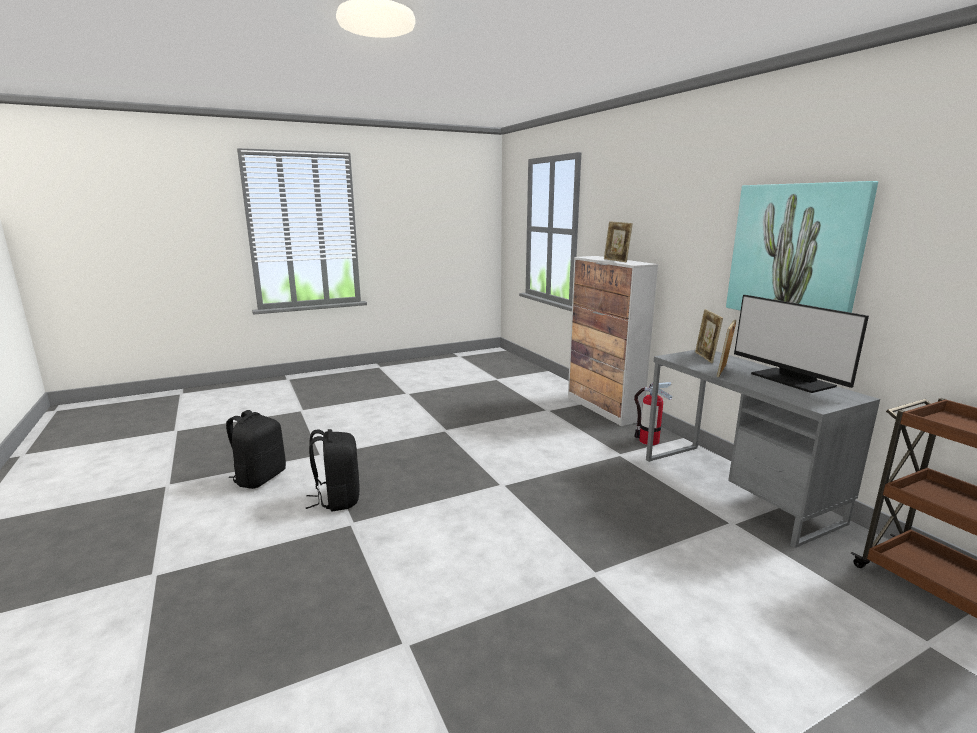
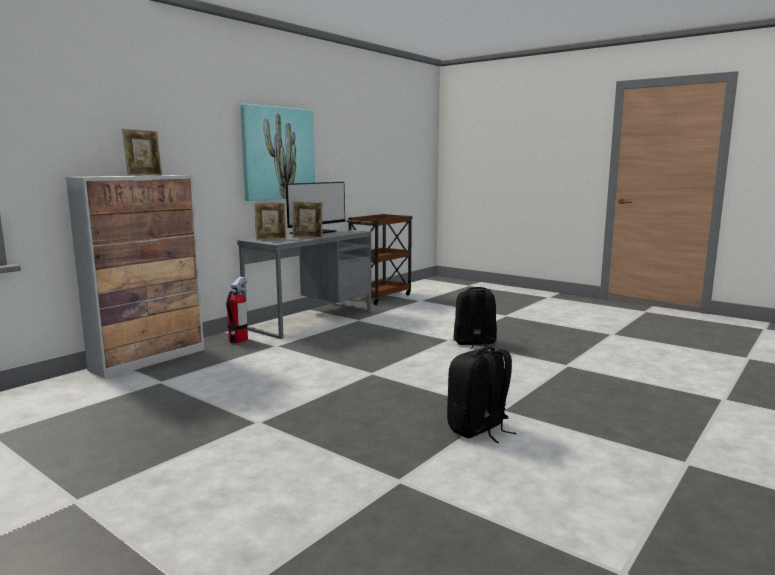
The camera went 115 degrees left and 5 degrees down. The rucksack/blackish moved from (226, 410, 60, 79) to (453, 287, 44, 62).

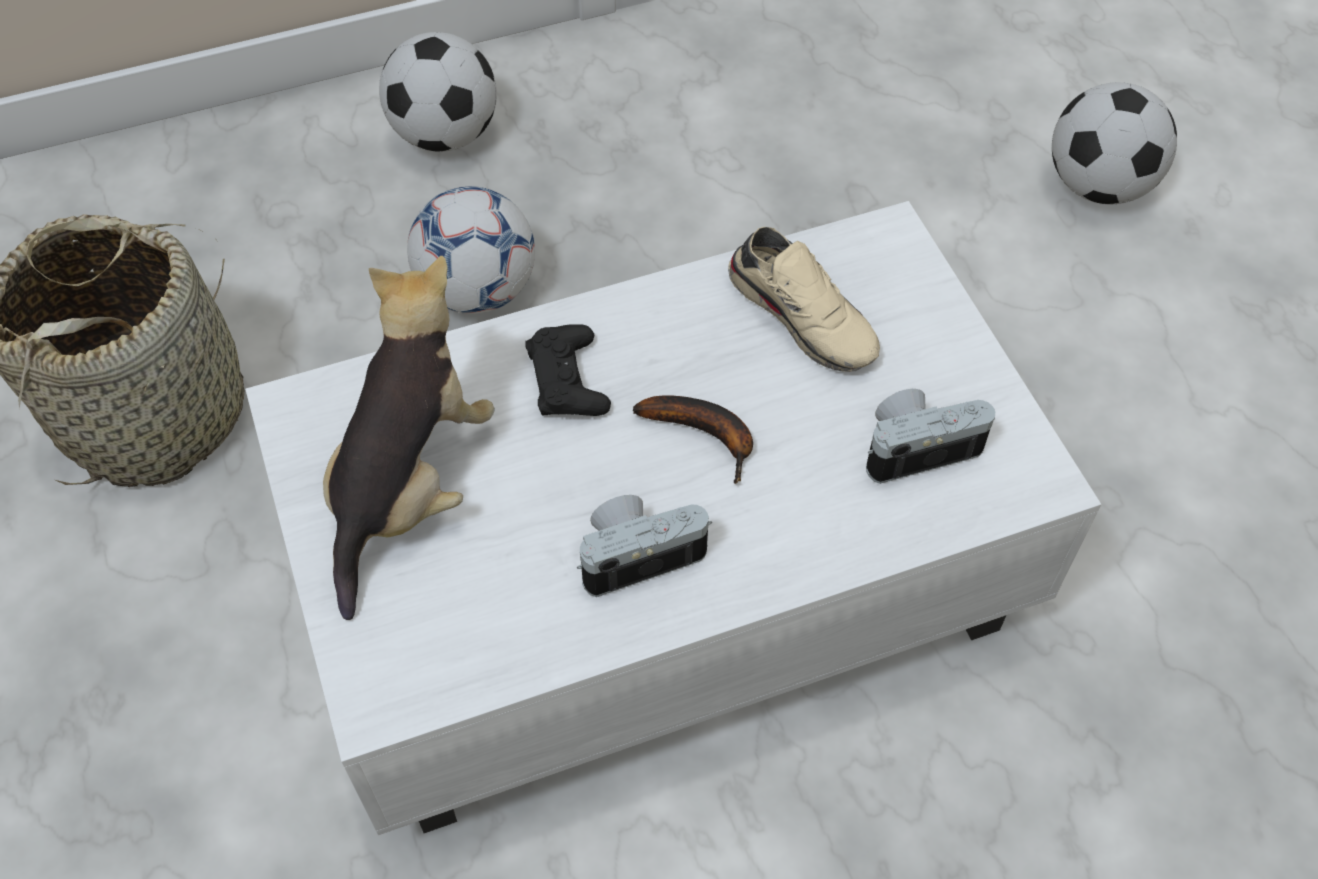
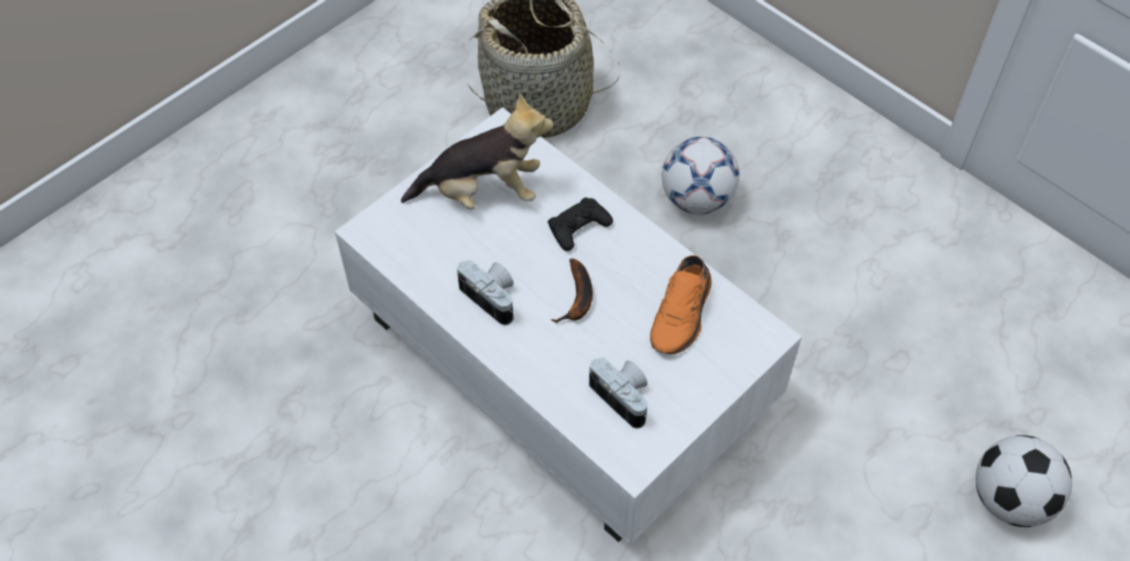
The camera went 65 degrees right and 0 degrees up. The football ball at (379, 32, 118, 120) disappeared. The low shoe/sand-coloured at (728, 227, 152, 145) became the low shoe/orange at (650, 255, 62, 100).

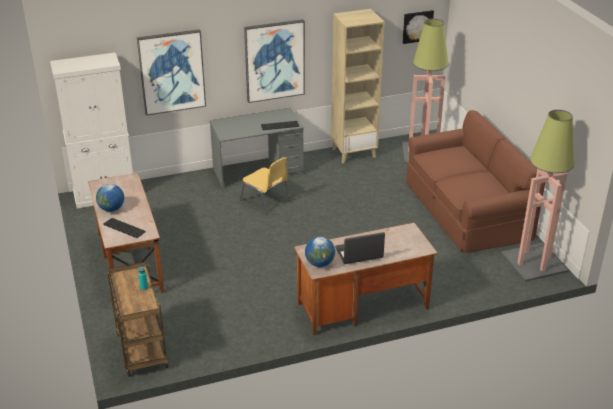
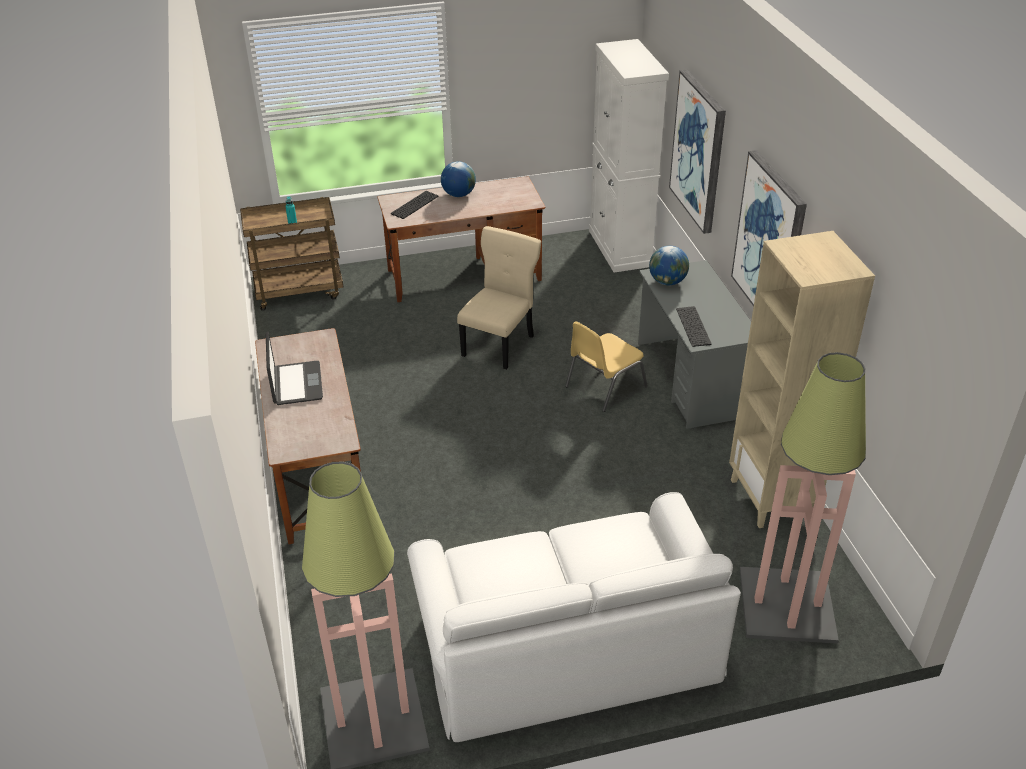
The camera went 95 degrees right and 5 degrees up. The world globe moved from (305, 237, 30, 30) to (649, 246, 40, 39). The picture at (403, 10, 31, 34) disappeared. The sofa/brownish at (406, 110, 140, 143) became the sofa/white-coloured at (407, 492, 334, 250). The upright chair/sand-coloured at (457, 226, 84, 144) appeared.

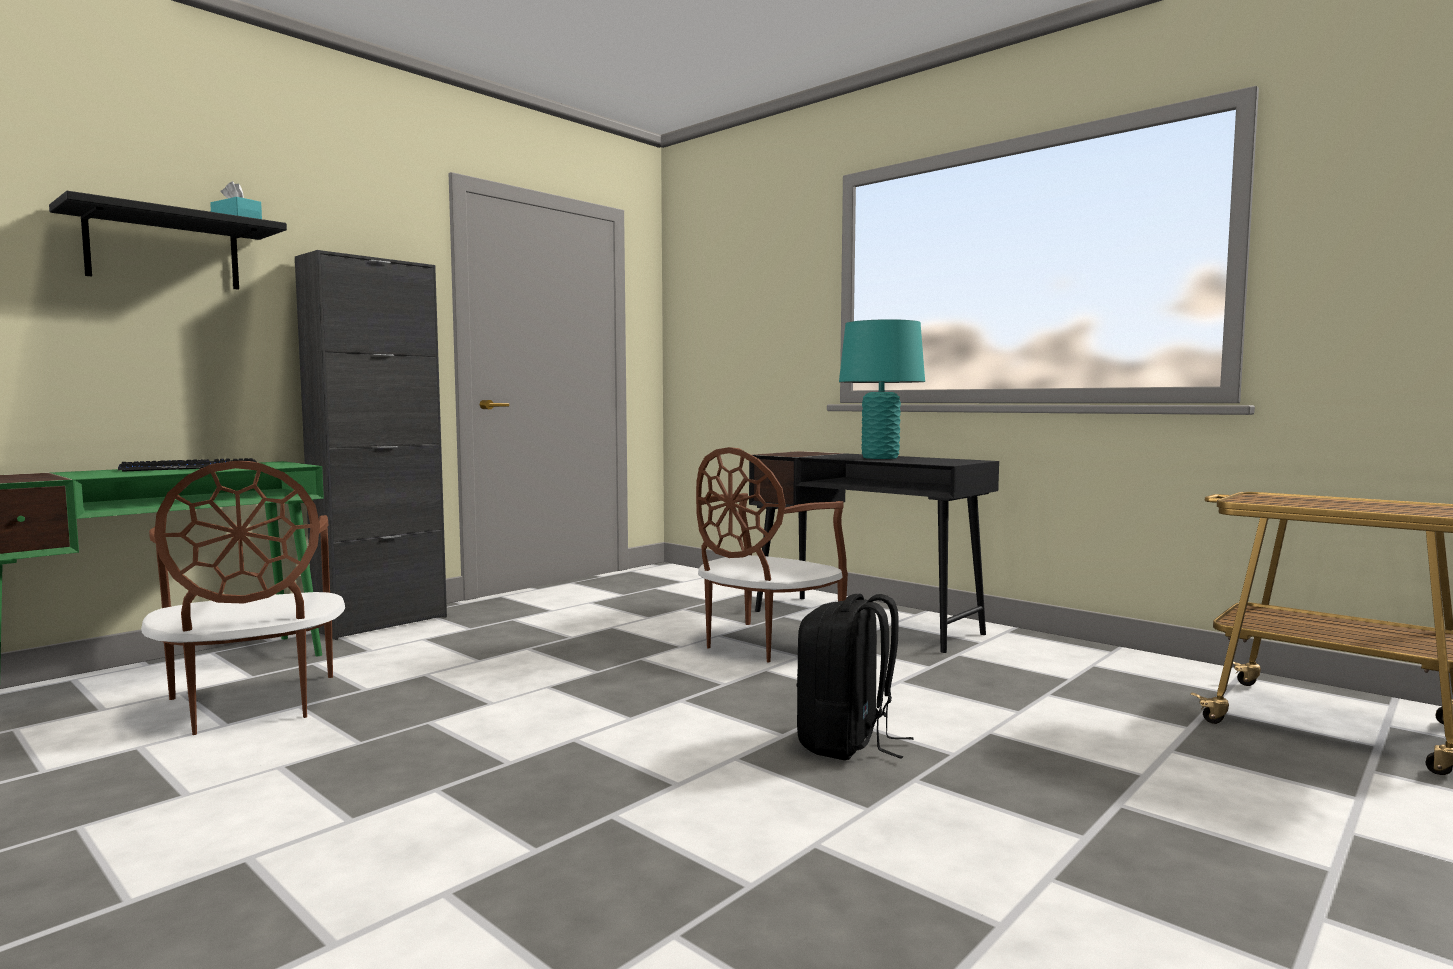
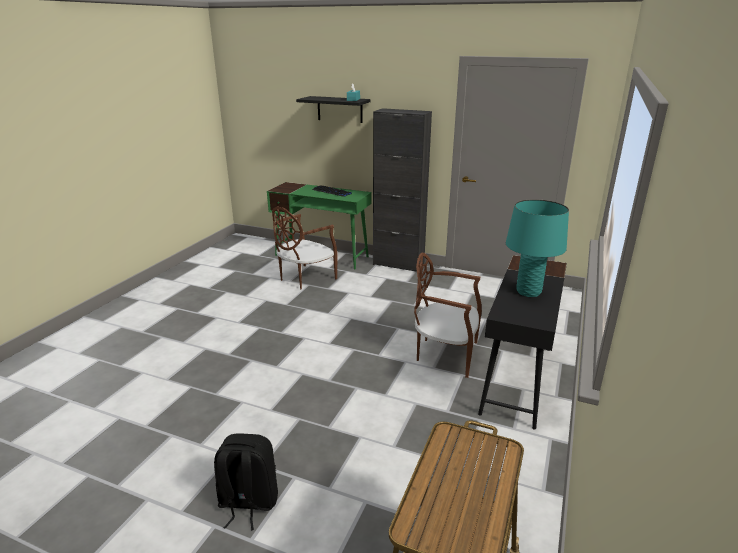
The camera went 70 degrees right and 20 degrees up. The rucksack/blackish moved from (797, 594, 117, 166) to (214, 433, 64, 97).

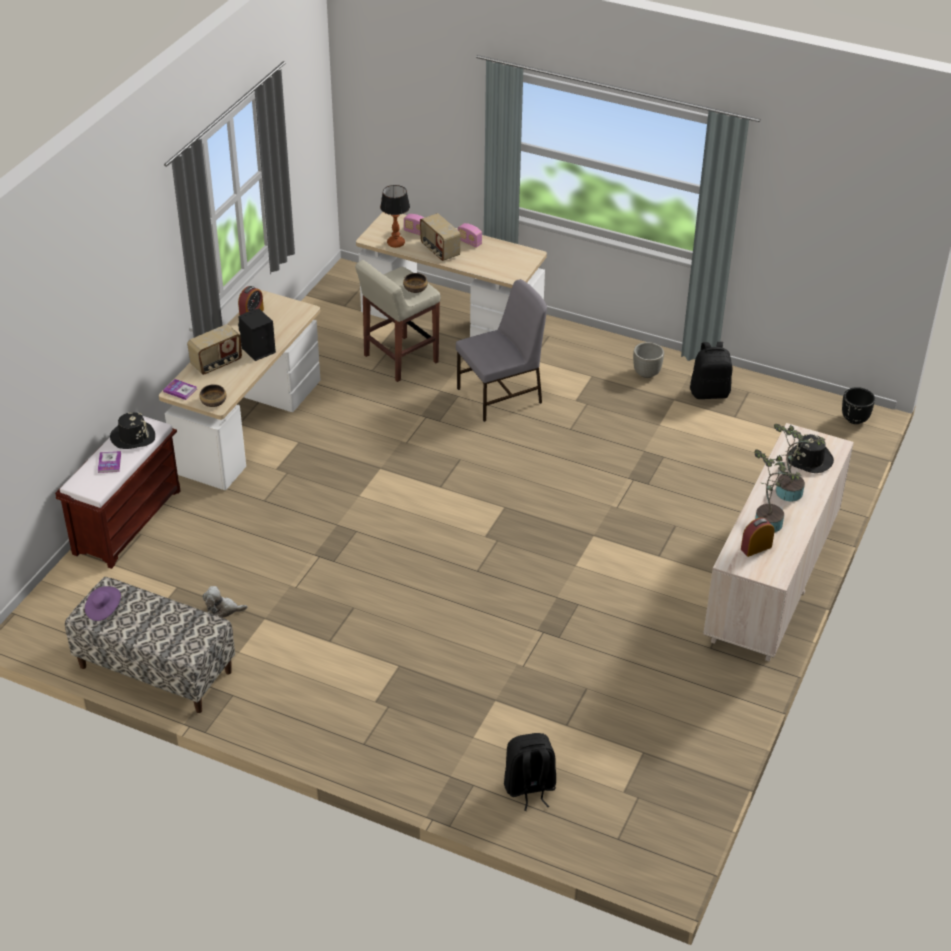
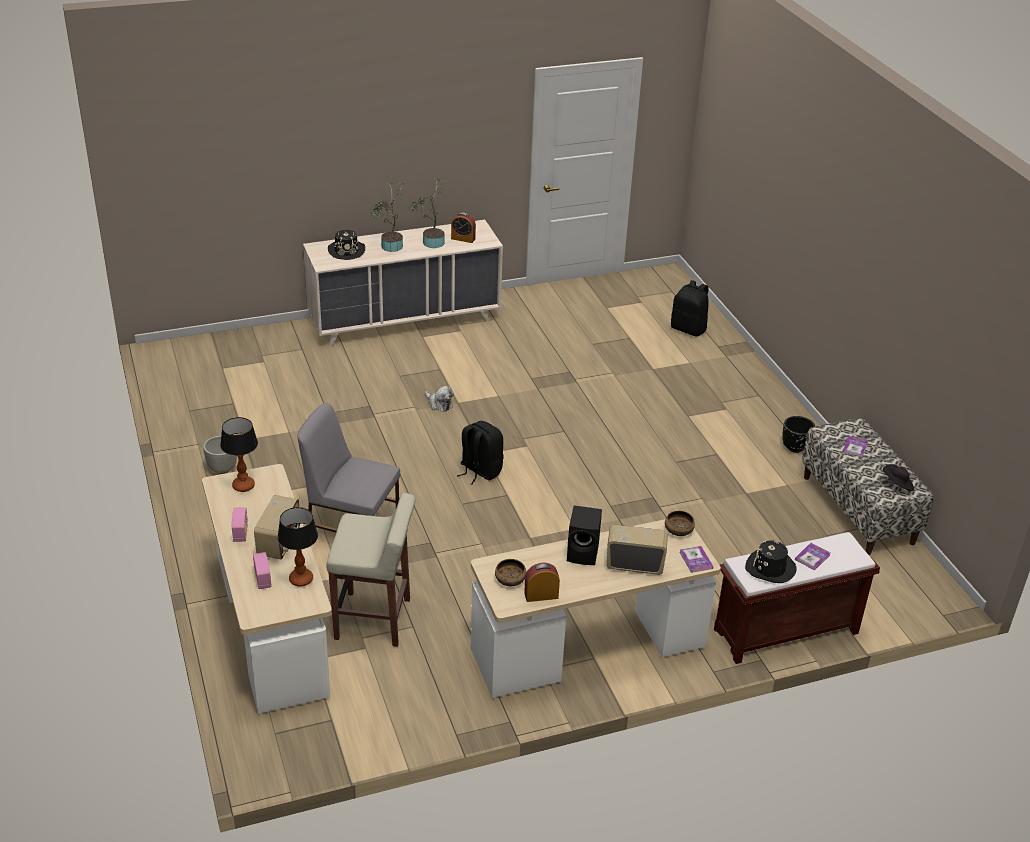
The camera went 135 degrees left and 5 degrees down. The hat/purple at (85, 586, 36, 35) became the hat/blackish at (883, 464, 31, 27). The cuddly toy moved from (203, 586, 44, 32) to (425, 386, 29, 26). The deep dish moved from (403, 273, 25, 20) to (495, 559, 31, 27). The rucksack/blackish moved from (690, 342, 43, 57) to (457, 421, 47, 64). The plant pot/blackish moved from (842, 387, 33, 37) to (782, 416, 33, 37). The lamp for a table at (220, 417, 38, 75) appeared. The bound book at (843, 436, 25, 21) appeared.

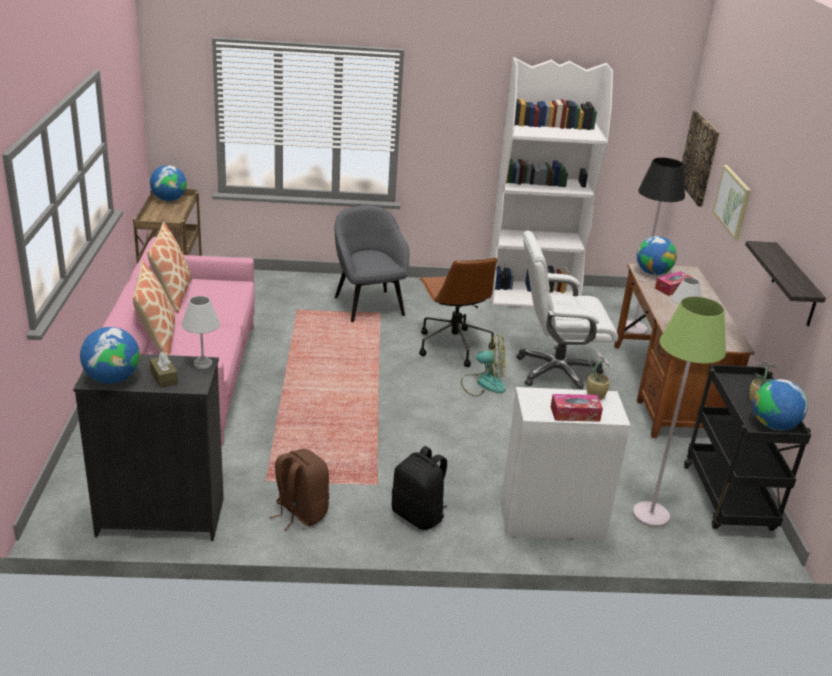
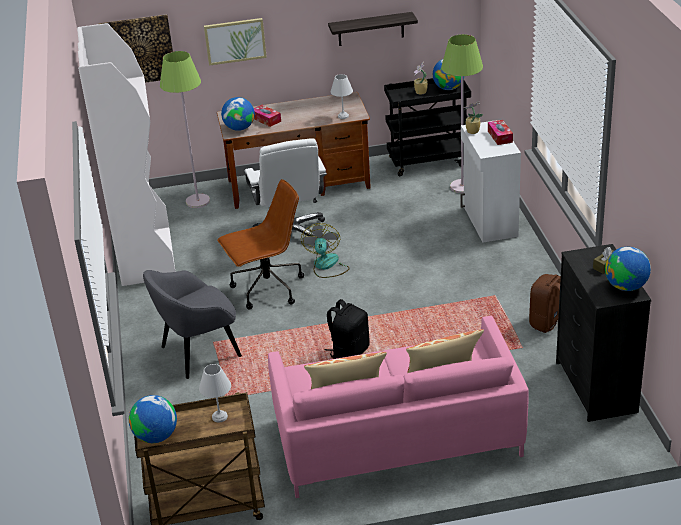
The camera went 95 degrees left and 5 degrees up. The lamp for a table/white-coloured moved from (182, 296, 38, 73) to (199, 364, 32, 59). The rucksack/blackish moved from (392, 446, 55, 84) to (325, 299, 44, 60). The standing lamp/blackish at (625, 158, 60, 176) became the standing lamp/greenish at (160, 51, 50, 157).

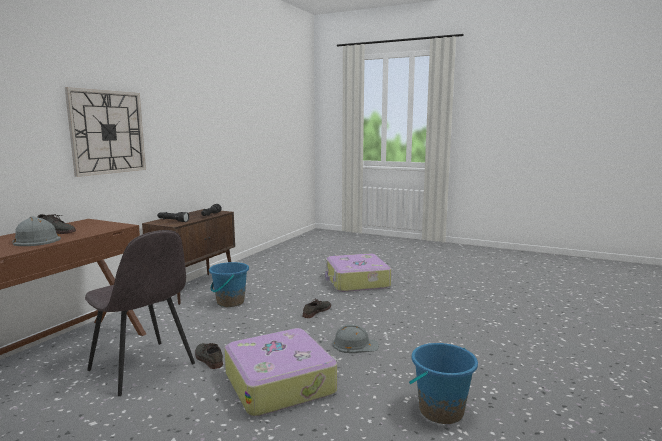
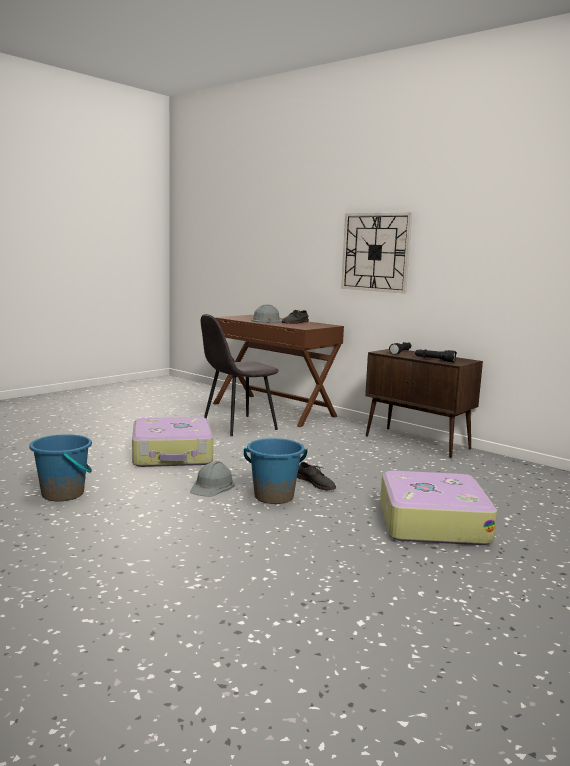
The camera went 105 degrees right and 0 degrees up. The low shoe/greyish at (195, 343, 28, 26) disappeared. The water bucket/bluish moved from (209, 262, 40, 45) to (244, 438, 64, 66).

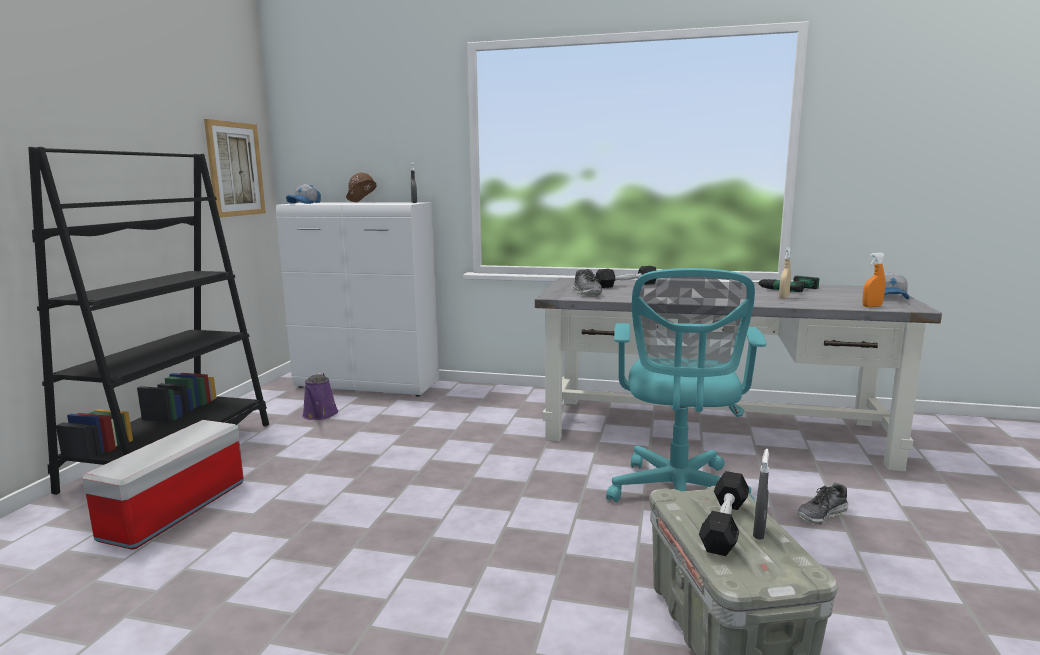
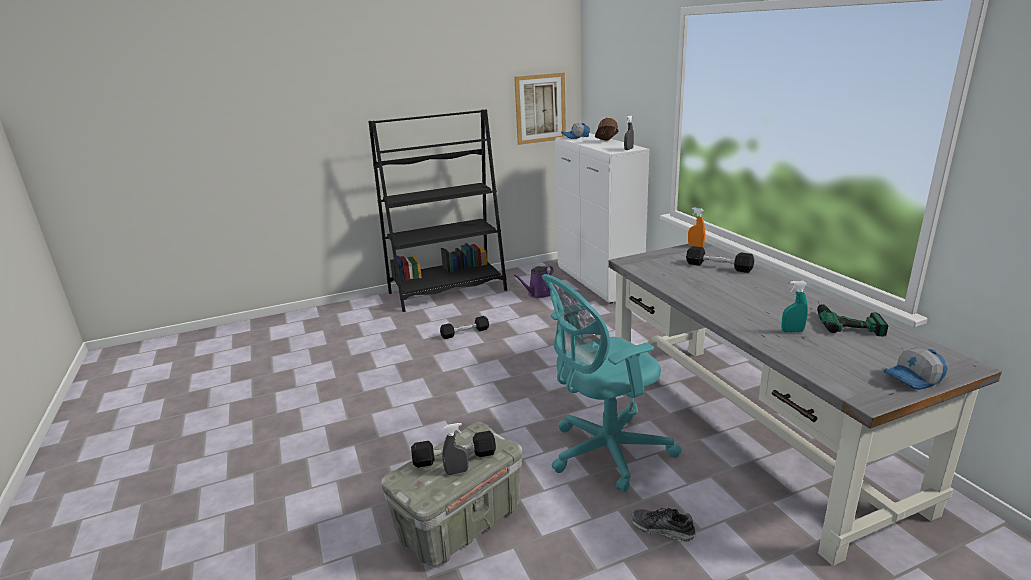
The camera went 55 degrees right and 10 degrees up. The storage bin at (82, 420, 162, 130) disappeared. The low shoe at (573, 269, 29, 27) disappeared. The sprayer/sand-coloured at (779, 247, 12, 52) became the sprayer/turquoise-coloured at (781, 281, 27, 52). The sprayer/orange moved from (862, 253, 23, 54) to (688, 208, 17, 39). The dumbbell/blackish at (440, 316, 49, 23) appeared.

